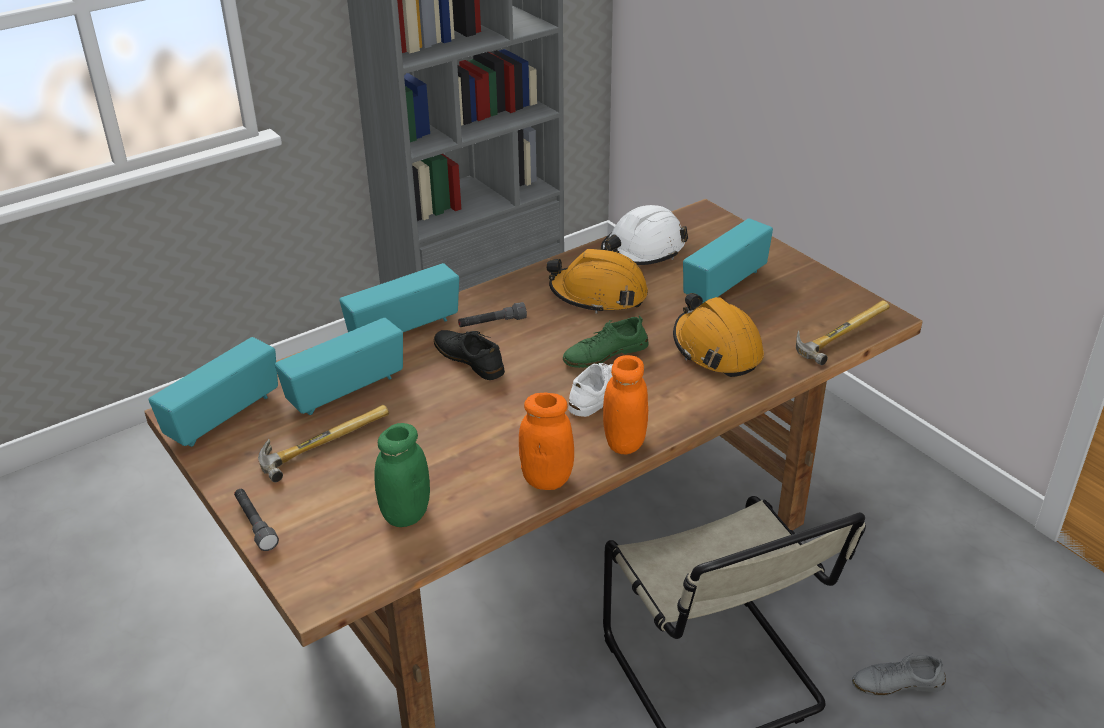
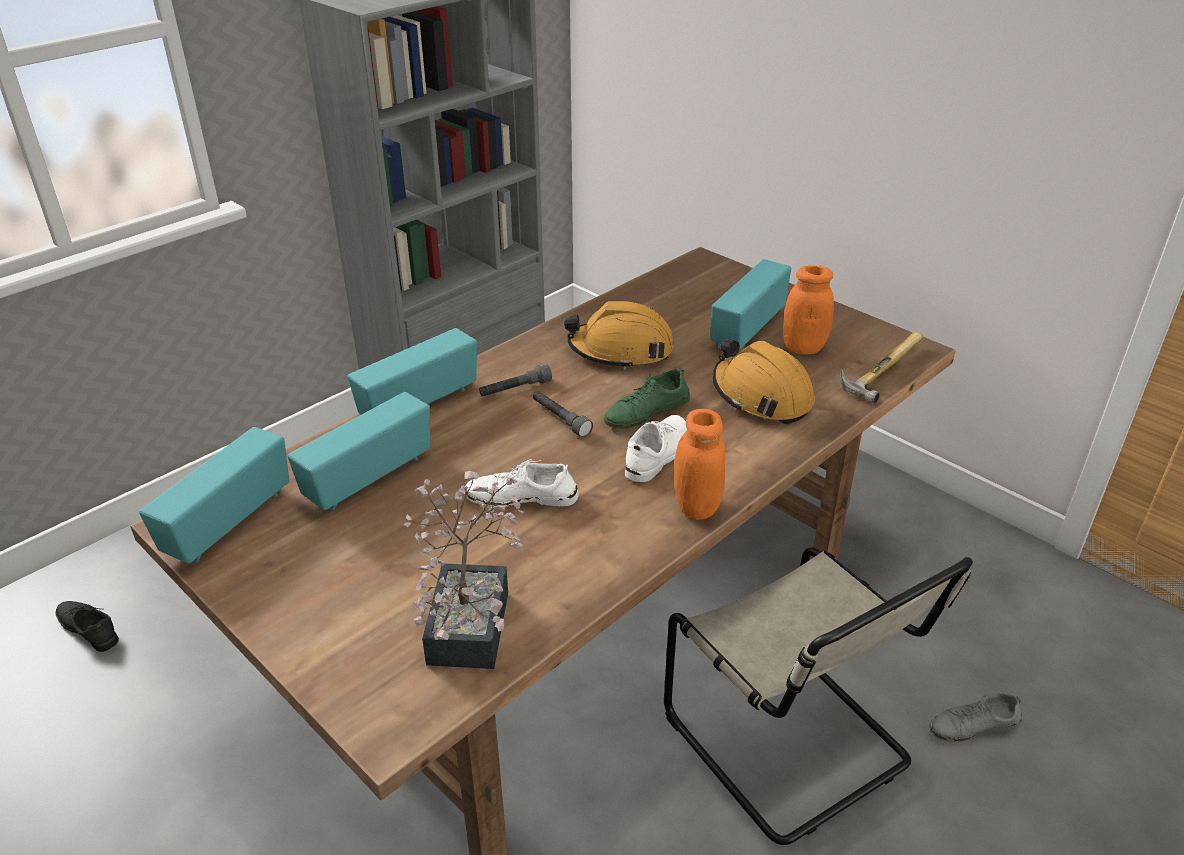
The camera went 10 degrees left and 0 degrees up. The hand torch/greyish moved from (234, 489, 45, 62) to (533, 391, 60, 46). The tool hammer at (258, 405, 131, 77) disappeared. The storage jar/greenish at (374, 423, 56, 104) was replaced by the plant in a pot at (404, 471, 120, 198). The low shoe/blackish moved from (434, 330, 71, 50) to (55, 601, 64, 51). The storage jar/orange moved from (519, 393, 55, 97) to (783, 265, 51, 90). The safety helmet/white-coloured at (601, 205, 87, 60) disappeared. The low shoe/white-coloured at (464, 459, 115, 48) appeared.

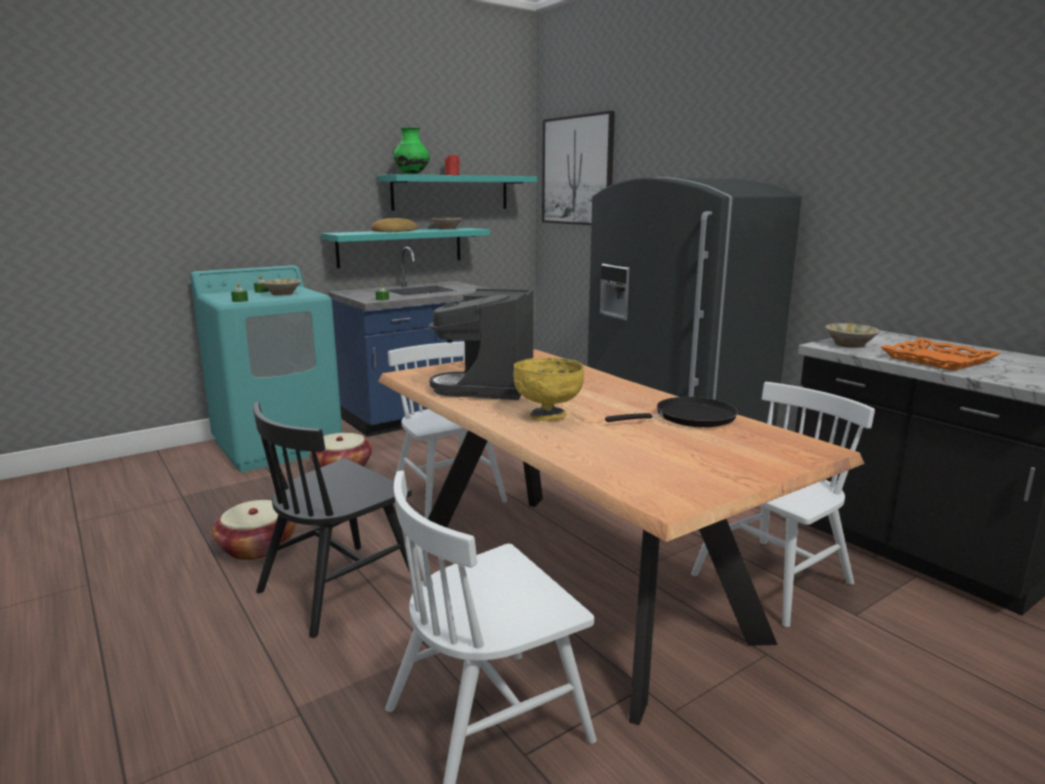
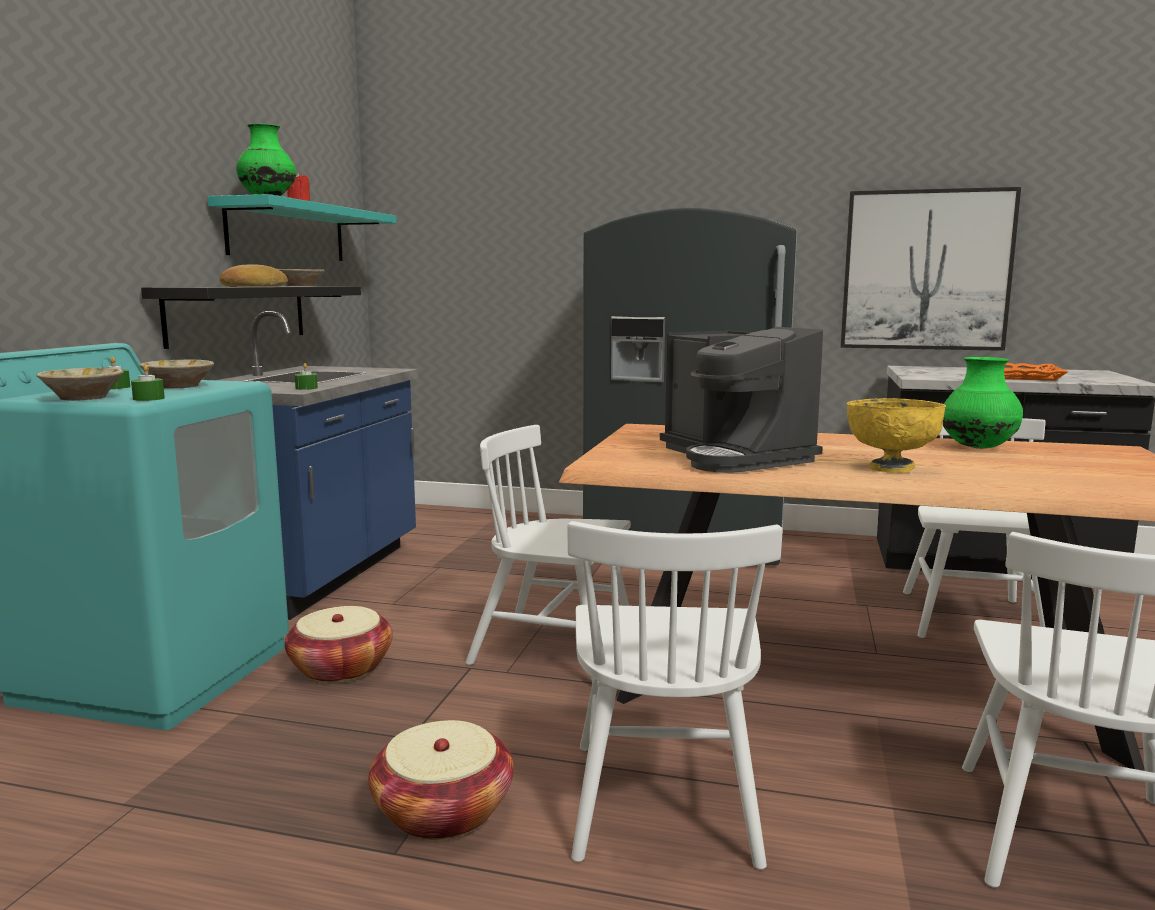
The camera went 40 degrees left and 5 degrees down. The upright chair/blackish at (253, 402, 159, 236) became the upright chair/white-coloured at (568, 521, 215, 349). The wall shelf/turquoise-coloured at (321, 228, 169, 40) became the wall shelf/blackish at (141, 286, 220, 63). The picture moved from (542, 111, 73, 114) to (841, 187, 180, 164). The frying pan/blackish at (605, 397, 133, 30) was replaced by the vase/greenish at (943, 357, 80, 92). The deep dish/sand-coloured moved from (825, 323, 55, 25) to (36, 368, 87, 33).

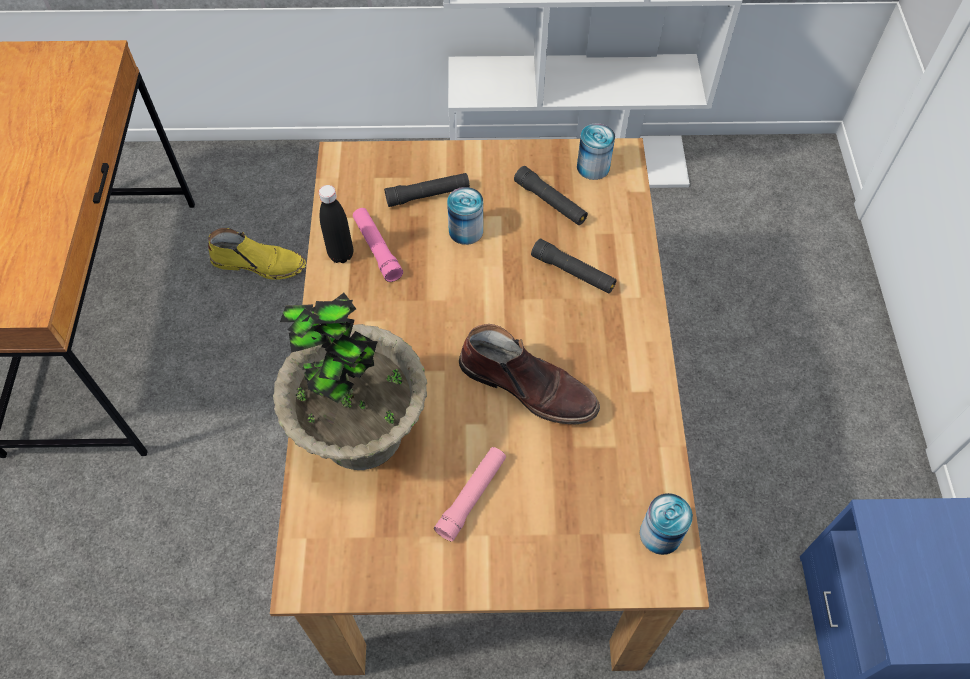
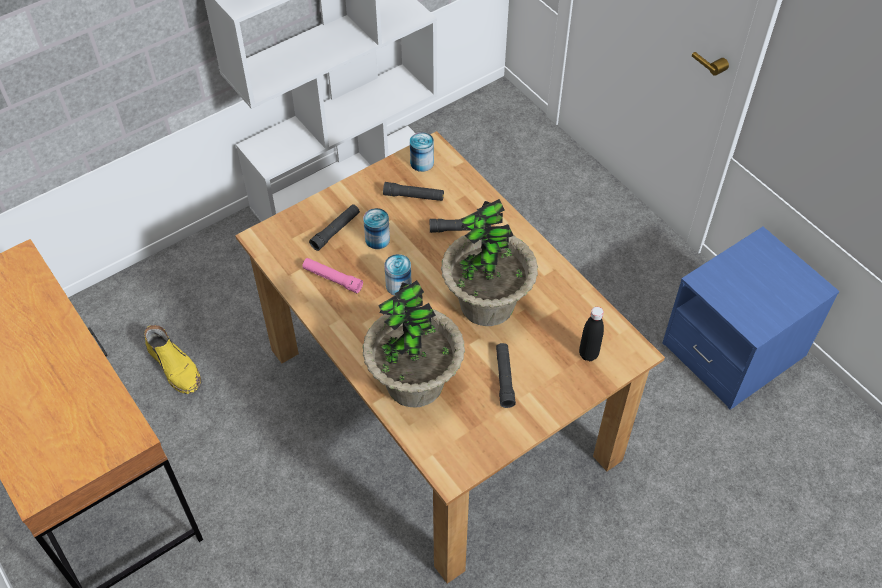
The camera went 35 degrees left and 5 degrees down. The tall boot/yellow at (208, 228, 99, 52) turned 75 degrees clockwise. The drink bottle/blackish moved from (319, 185, 34, 78) to (579, 307, 25, 54). The hand torch/pinkish at (434, 447, 72, 94) became the hand torch/blackish at (496, 343, 20, 65). The tall boot/brownish at (459, 324, 141, 100) was replaced by the plant in a pot at (441, 199, 97, 127). The sealed can moved from (640, 493, 53, 62) to (384, 254, 28, 41).

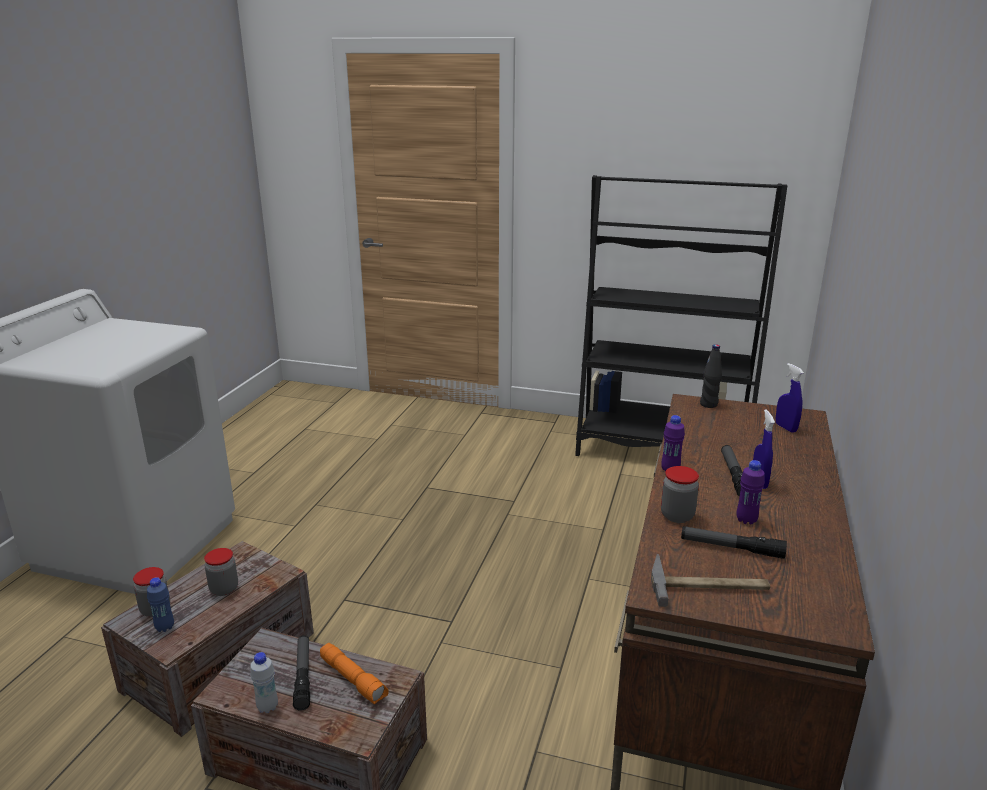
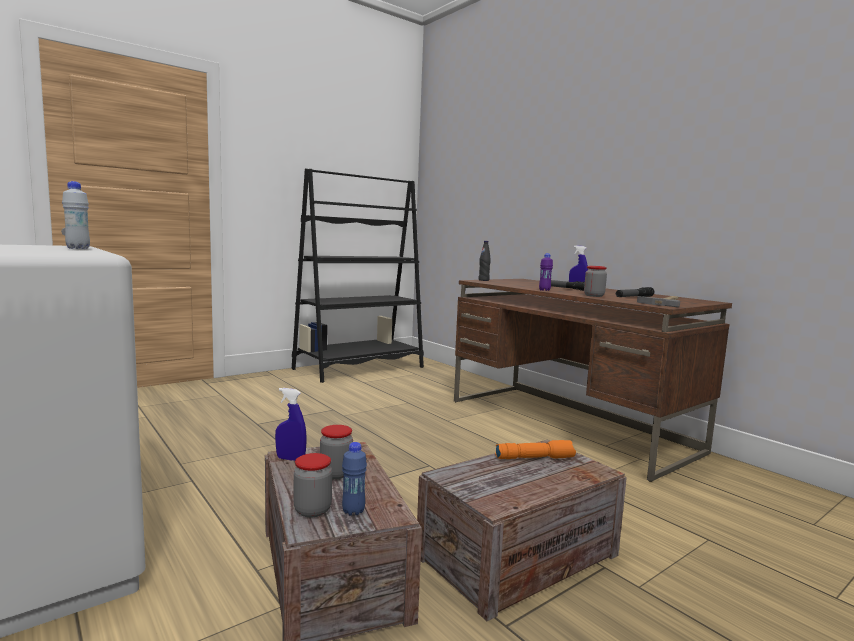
The camera went 55 degrees left and 15 degrees down. The drink bottle/white-coloured moved from (250, 652, 28, 61) to (62, 181, 28, 68). The hand torch at (293, 635, 17, 76) disappeared. The drink bottle/purple at (736, 460, 29, 64) disappeared. The sprayer/bluish moved from (776, 363, 28, 70) to (275, 388, 32, 73).

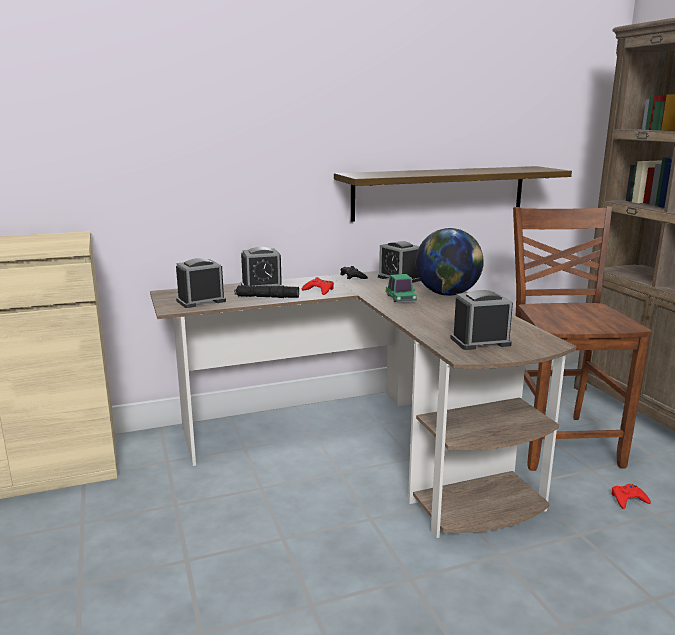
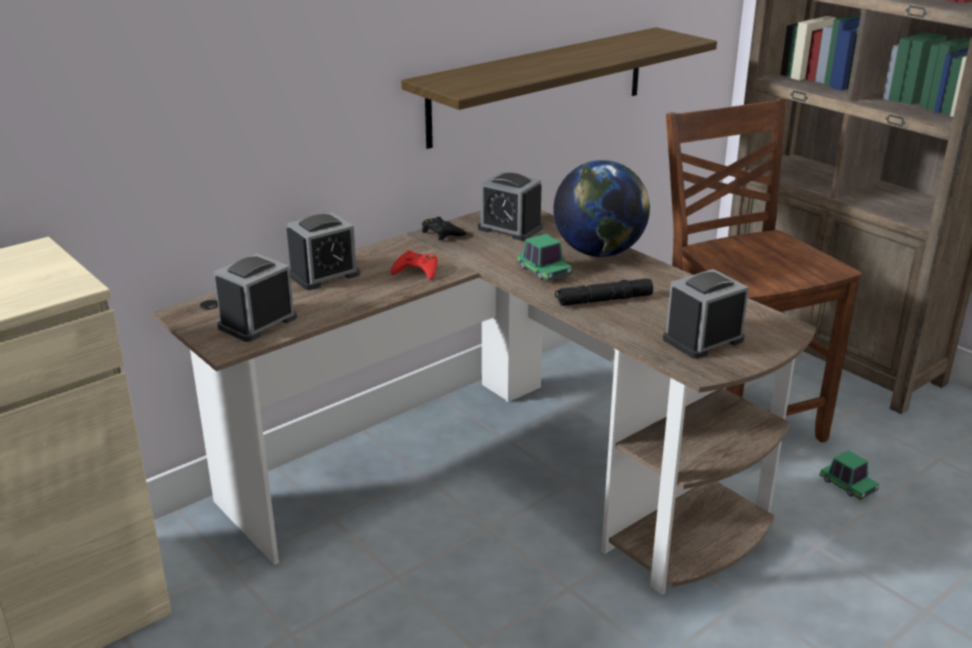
The camera went 20 degrees left and 10 degrees up. The hand torch/blackish moved from (235, 285, 64, 13) to (555, 278, 98, 28). The joypad/red at (611, 484, 40, 25) was replaced by the miniature car at (819, 450, 60, 50).

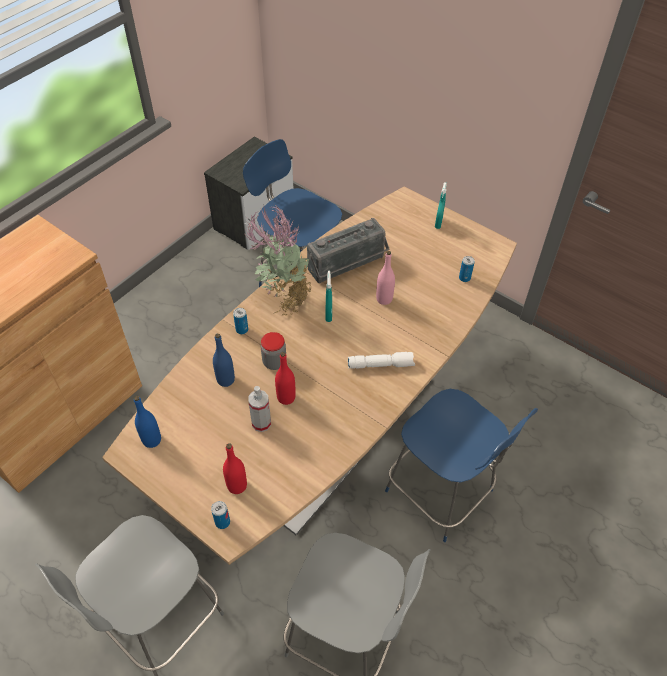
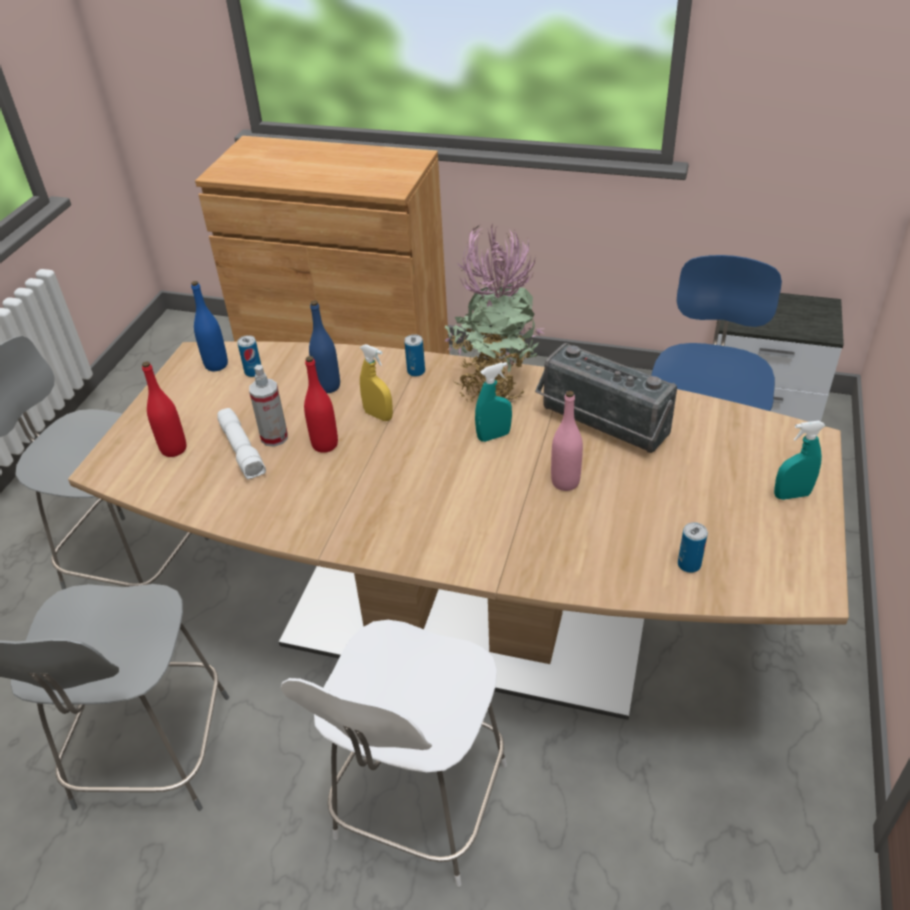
The camera went 70 degrees right and 10 degrees down. The sealed can moved from (211, 501, 19, 28) to (237, 335, 24, 42). The storage jar at (261, 332, 26, 38) was replaced by the sprayer/yellow at (360, 344, 33, 77). The hand torch/white-coloured moved from (348, 352, 67, 17) to (217, 408, 49, 71). The upright chair/bluish at (385, 389, 153, 153) became the upright chair/white-coloured at (281, 620, 226, 267).

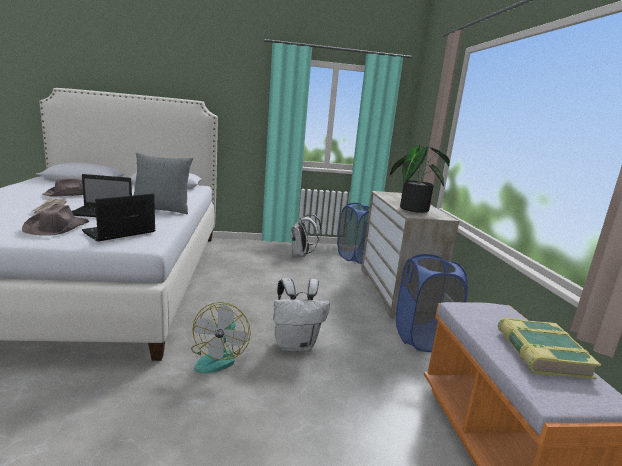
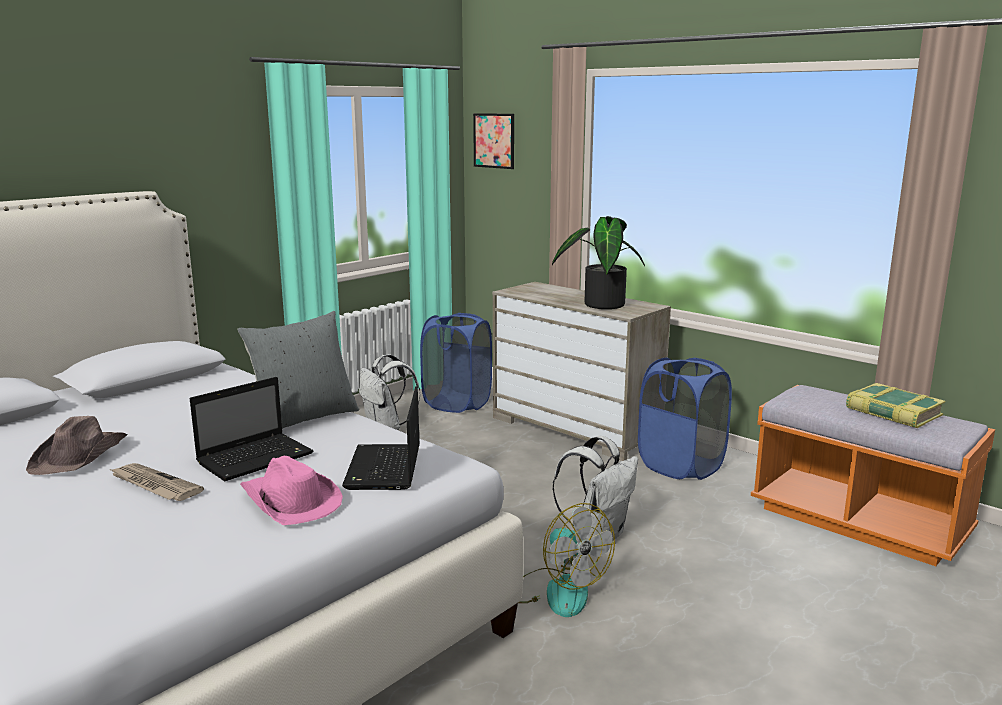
The camera went 40 degrees left and 0 degrees up. The hat/brownish at (22, 204, 68, 32) became the hat/pinkish at (240, 456, 103, 69). The picture at (473, 113, 41, 56) appeared.

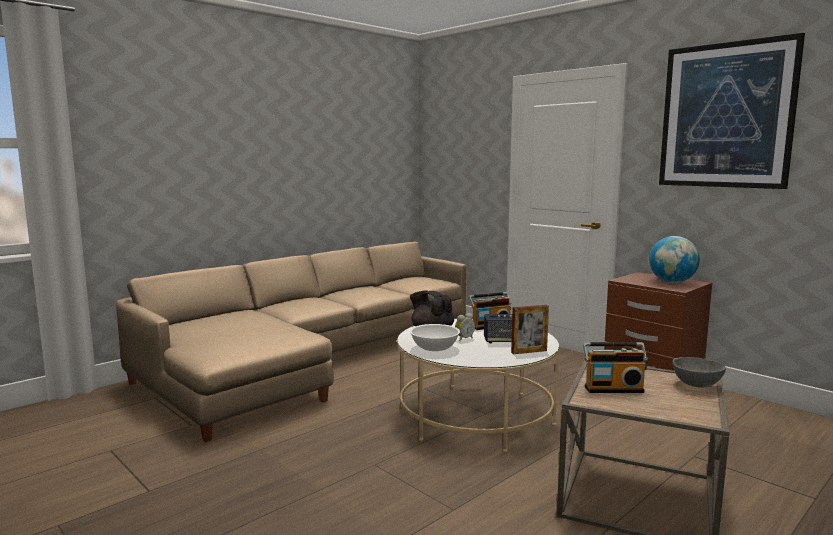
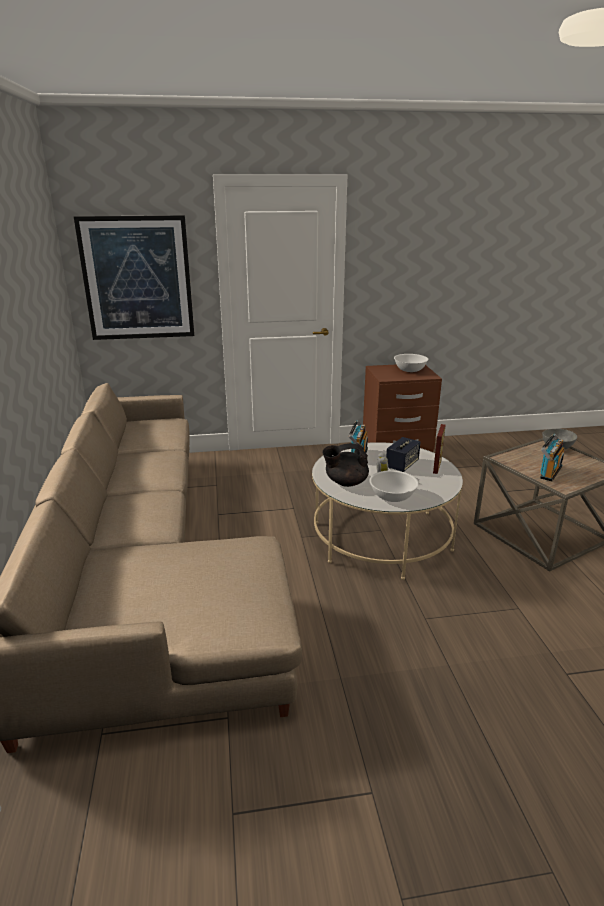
The camera went 55 degrees left and 15 degrees up. The world globe at (649, 236, 51, 47) was replaced by the deep dish/white-coloured at (394, 354, 34, 18). The picture moved from (659, 33, 146, 156) to (74, 215, 120, 125).

